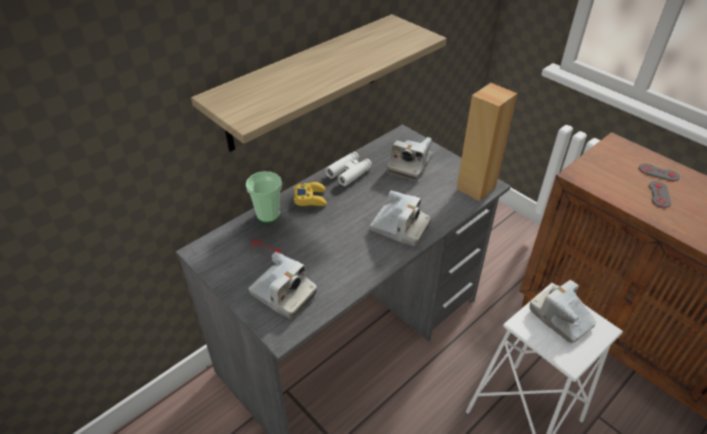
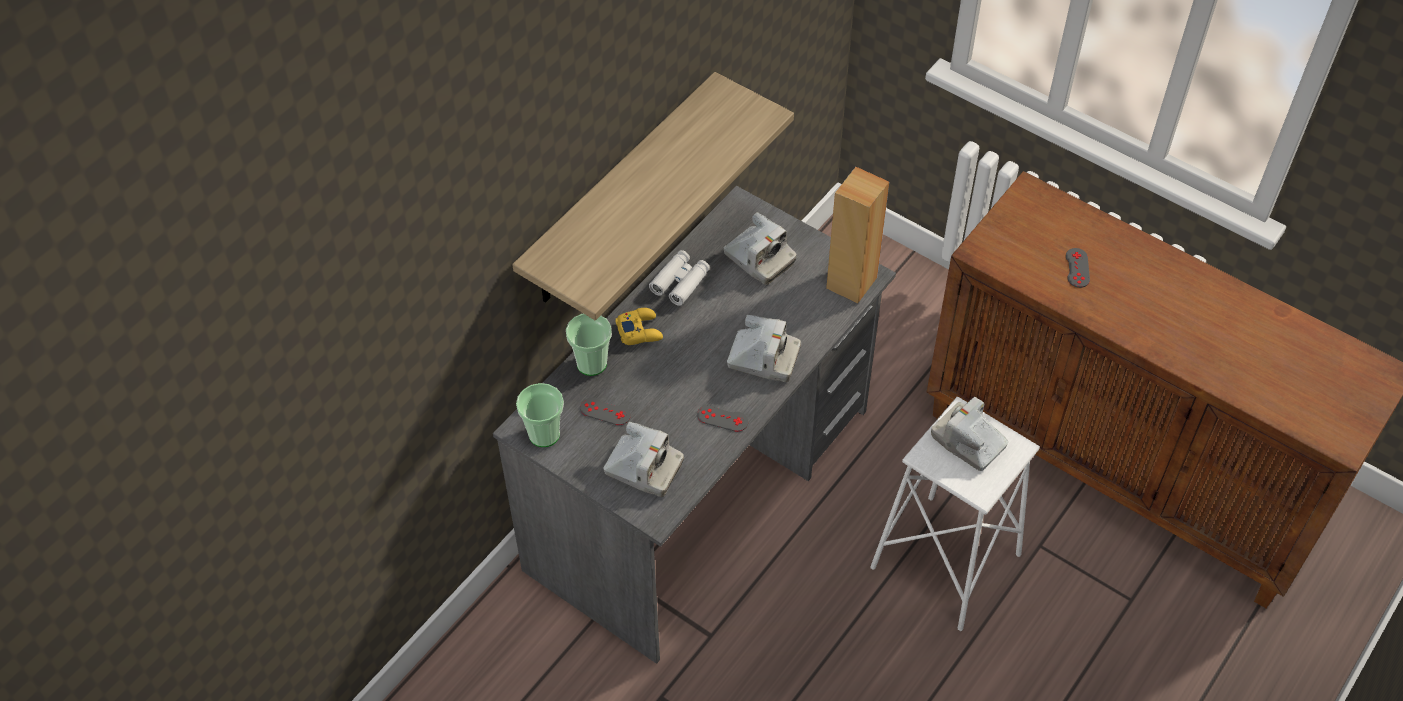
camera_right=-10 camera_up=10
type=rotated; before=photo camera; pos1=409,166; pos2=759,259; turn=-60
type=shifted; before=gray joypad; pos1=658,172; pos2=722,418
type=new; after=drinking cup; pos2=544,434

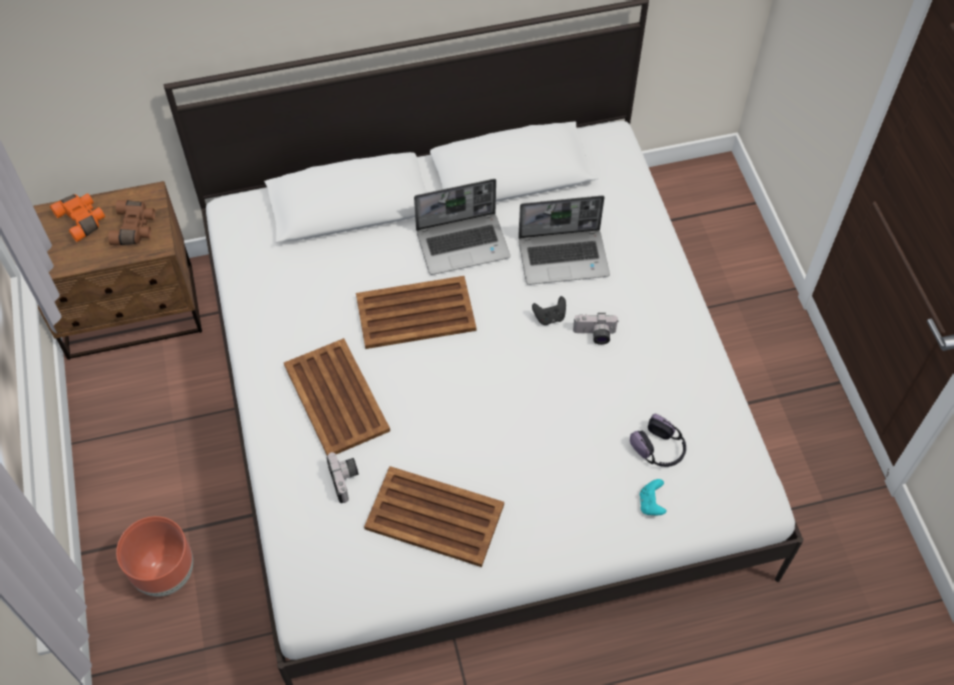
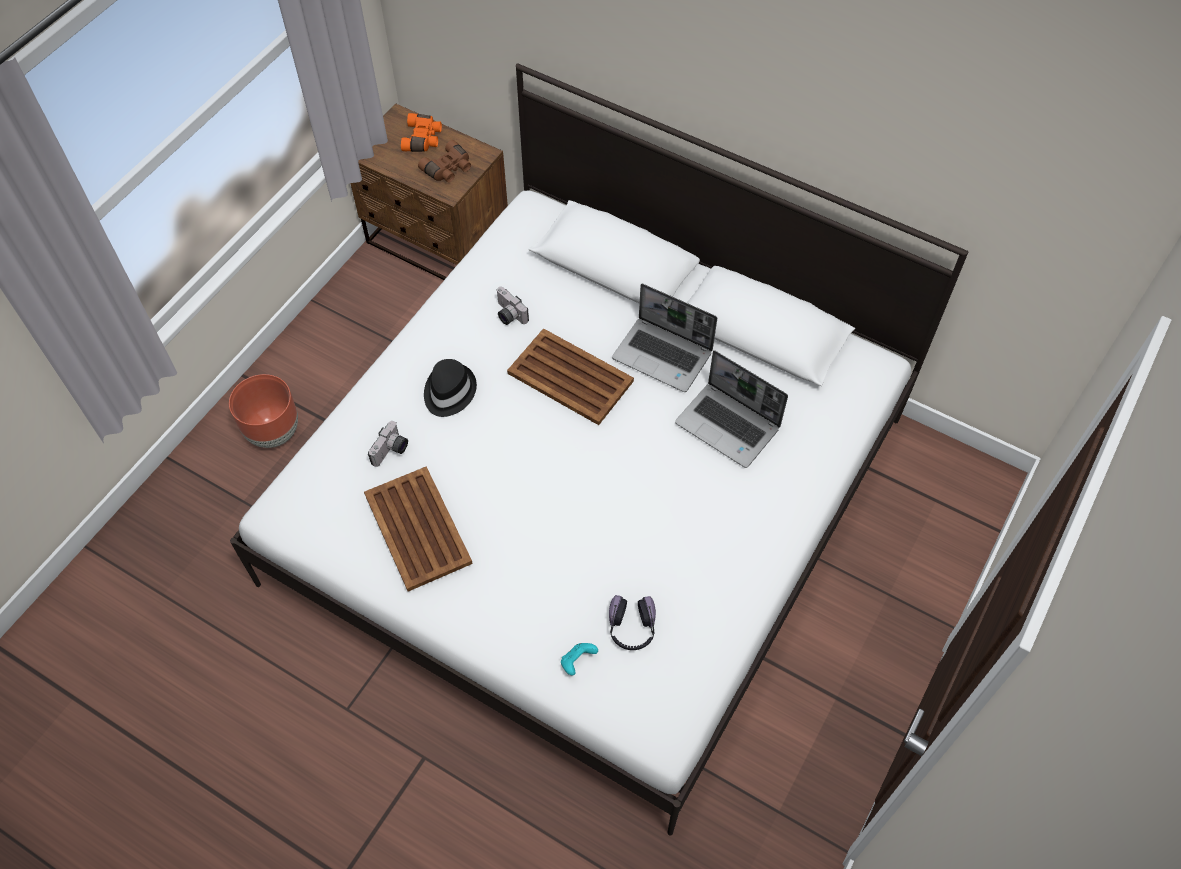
camera_right=45 camera_up=0
type=gone; before=black-coloured joypad; pos1=549,317
type=shifted; before=photo camera; pos1=594,335; pos2=508,315
type=swapped; before=brown-coloured tray; after=black-coloured clothing hat; pos1=336,399; pos2=448,391

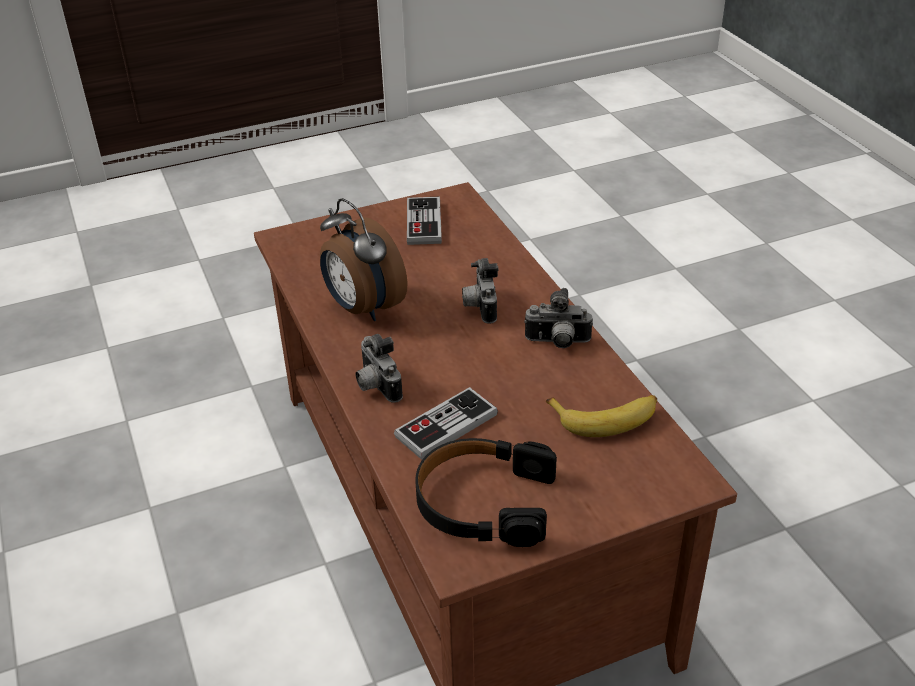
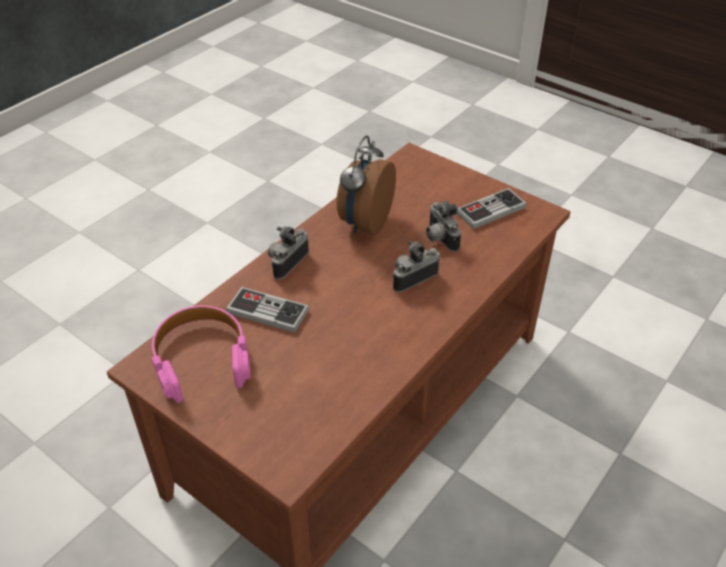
camera_right=60 camera_up=5
type=shifted; before=photo camera; pos1=557,343; pos2=439,239
type=gone; before=banana; pos1=606,418
type=repainted; before=black-coloured headphones; after=pink-coloured headphones; pos1=483,502; pos2=201,359

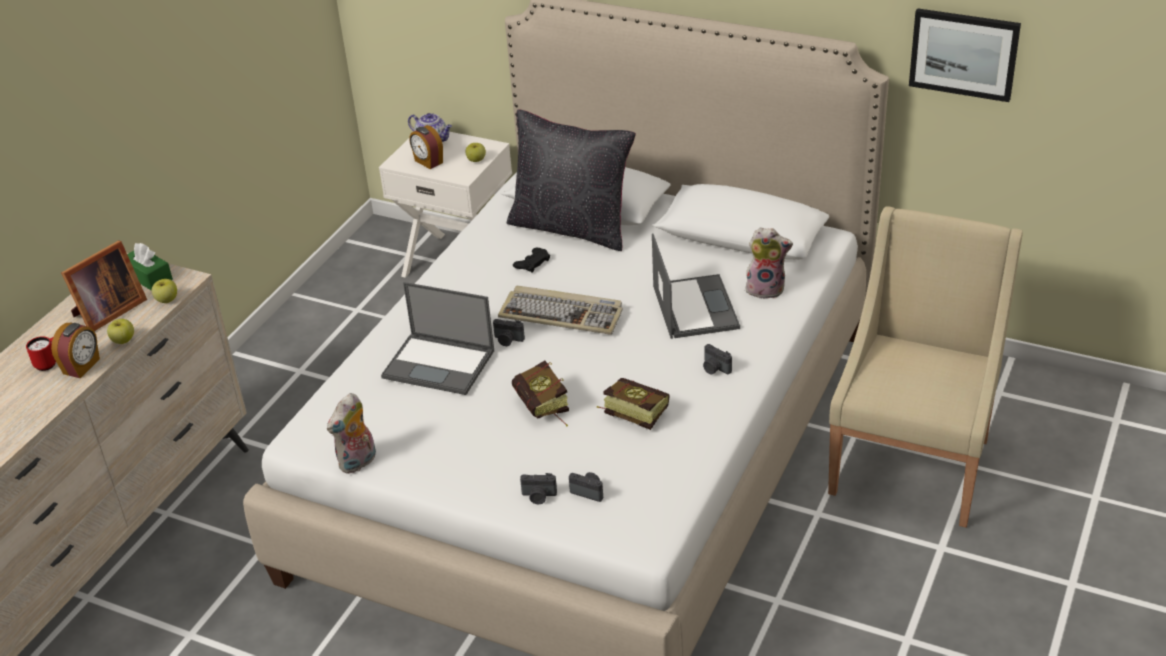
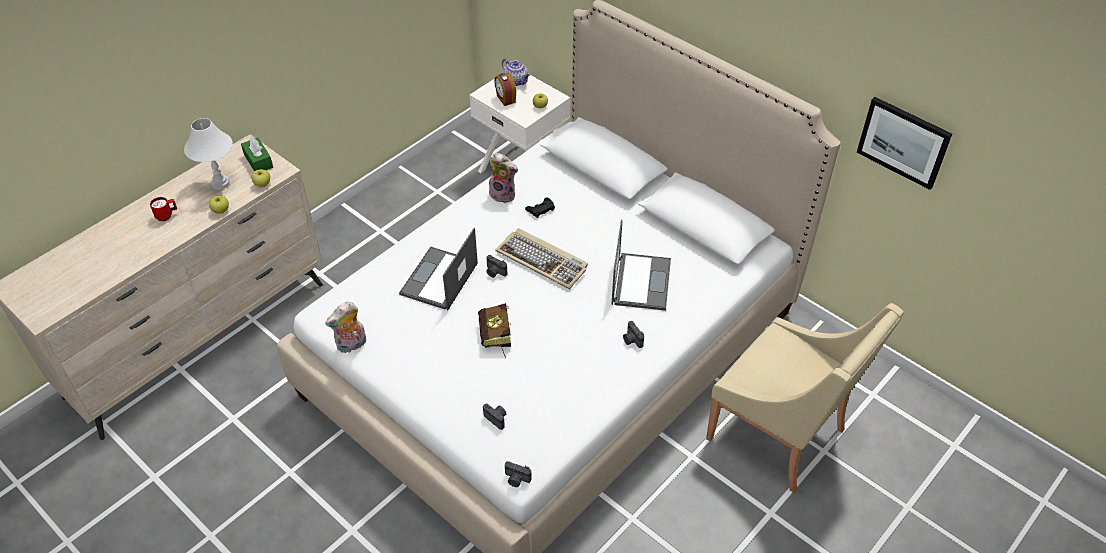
camera_right=15 camera_up=10
type=gone; before=black-coloured throw pillow; pos1=572,227
type=rotated; before=beige-coloured lounge chair; pos1=913,463; pos2=780,435; turn=90
type=shifted; before=plush toy; pos1=766,289; pos2=504,194
type=swapped; before=standing frame; after=white lamp for a table; pos1=107,312; pos2=220,183
type=rotated; before=laptop; pos1=440,364; pos2=439,279; turn=75
type=gone; before=table clock; pos1=82,366
type=gone; before=bound book; pos1=630,412
type=shifted; before=photo camera; pos1=538,496; pos2=516,479

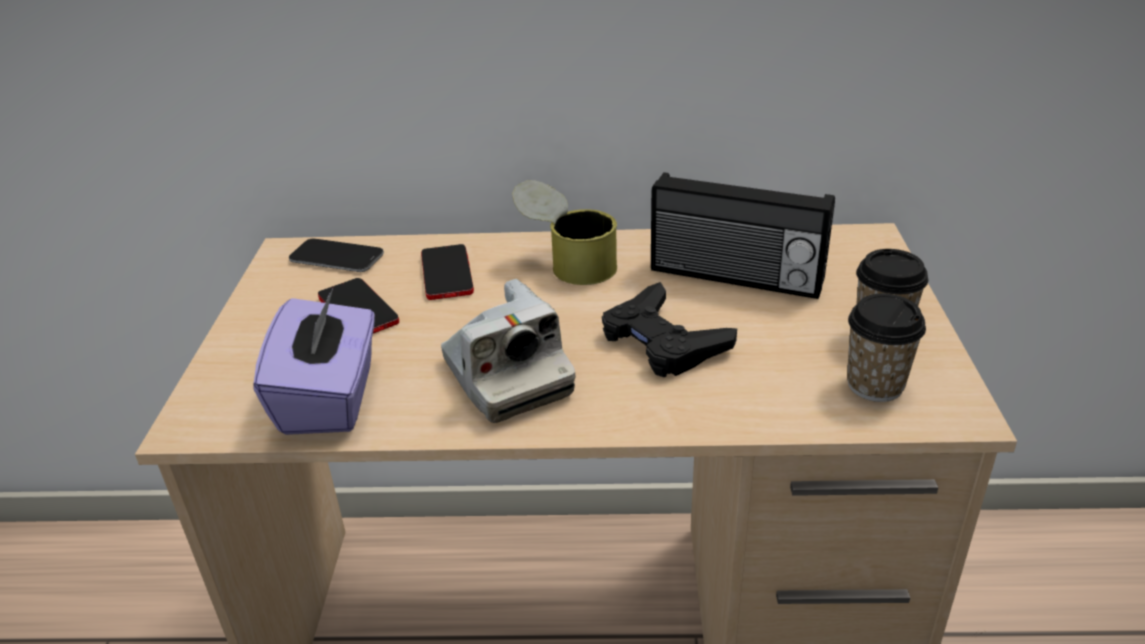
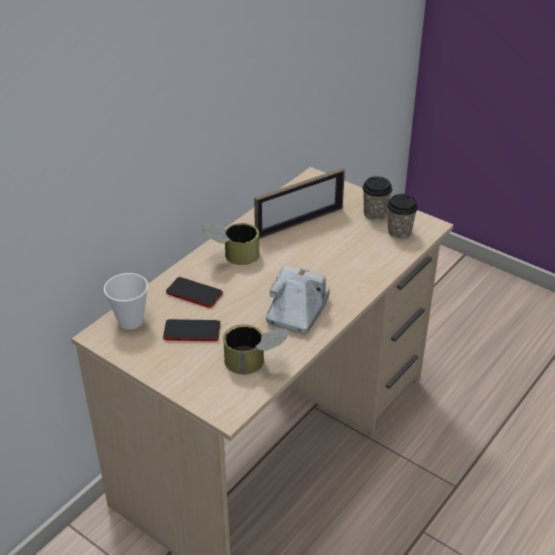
camera_right=-55 camera_up=5
type=swapped; before=radio set; after=standing frame; pos1=735,278; pos2=299,223
type=swapped; before=telephone; after=drinking cup; pos1=337,257; pos2=130,321
type=rotated; before=photo camera; pos1=506,377; pos2=297,311; turn=-75
type=gone; before=black-coloured joypad; pos1=663,341
type=swapped; before=purple-coloured box of tissues; after=sealed can; pos1=330,398; pos2=255,364

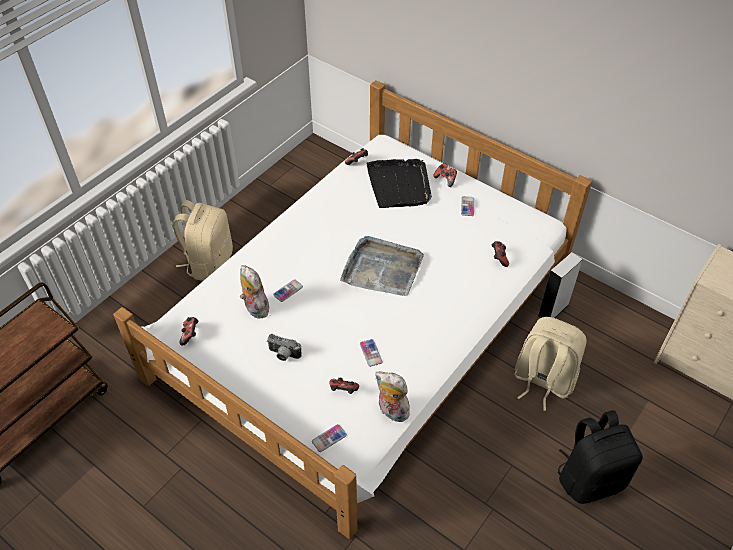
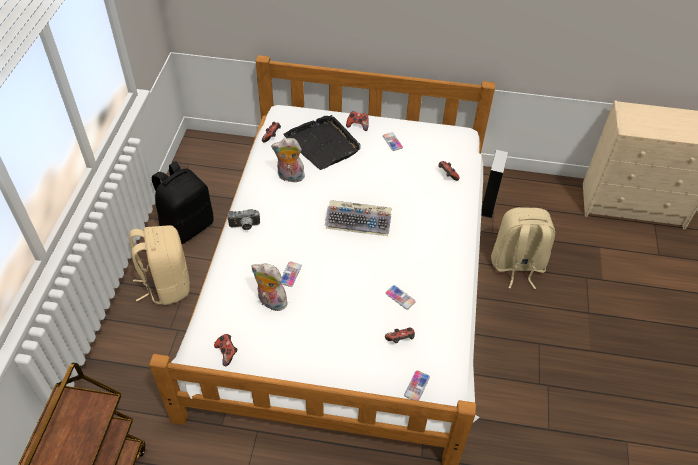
camera_right=-30 camera_up=0
type=swapped; before=gray tray; after=keyboard; pos1=382,269; pos2=359,221
type=shifted; before=photo camera; pos1=283,355; pos2=244,226
type=shifted; before=plush toy; pos1=391,411; pos2=290,177
type=shifted; before=black-coloured backpack; pos1=590,478; pos2=187,226

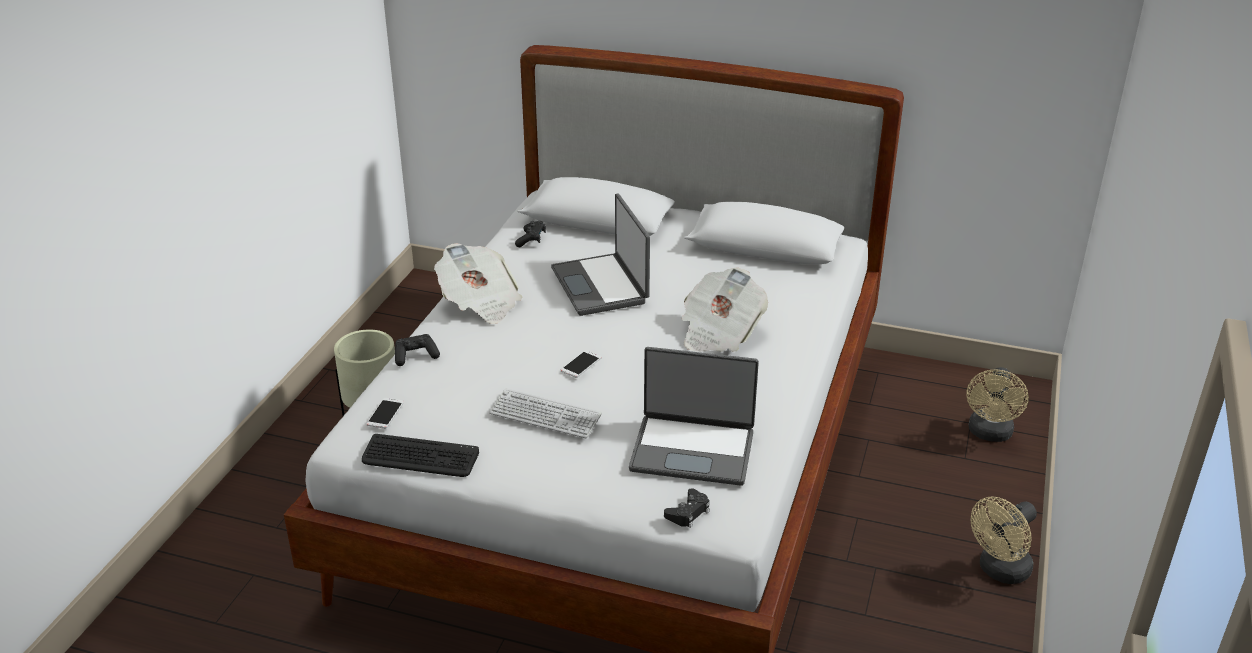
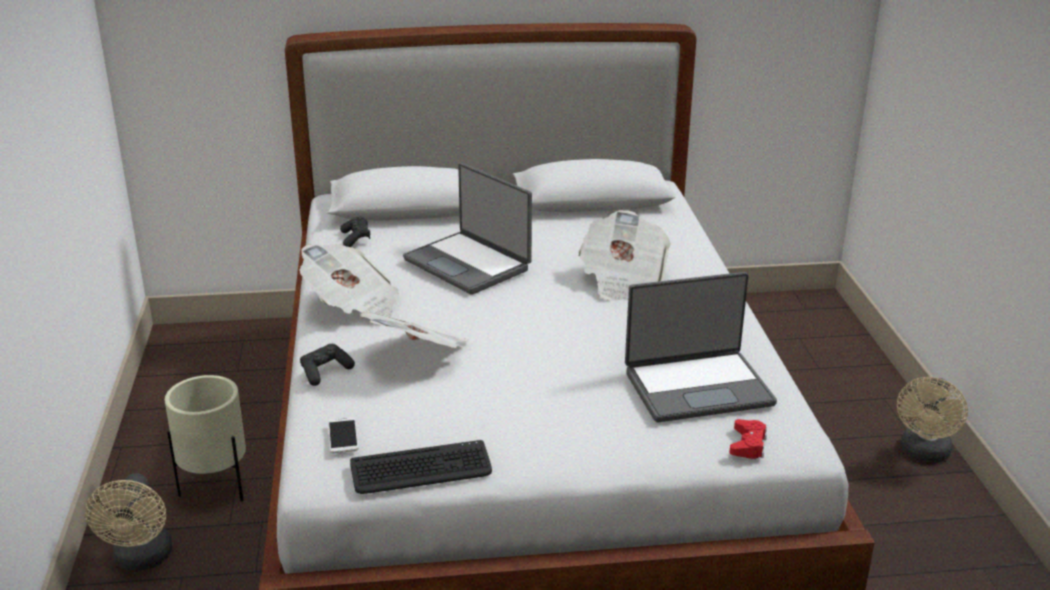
camera_right=-25 camera_up=-5
type=gone; before=telephone; pos1=581,364
type=shifted; before=beige-coloured electric fan; pos1=989,434; pos2=141,560
type=gone; before=keyboard; pos1=545,415
type=repainted; before=black-coloured joypad; after=reddish joypad; pos1=688,513; pos2=748,444
type=new; after=daily paper; pos2=419,355

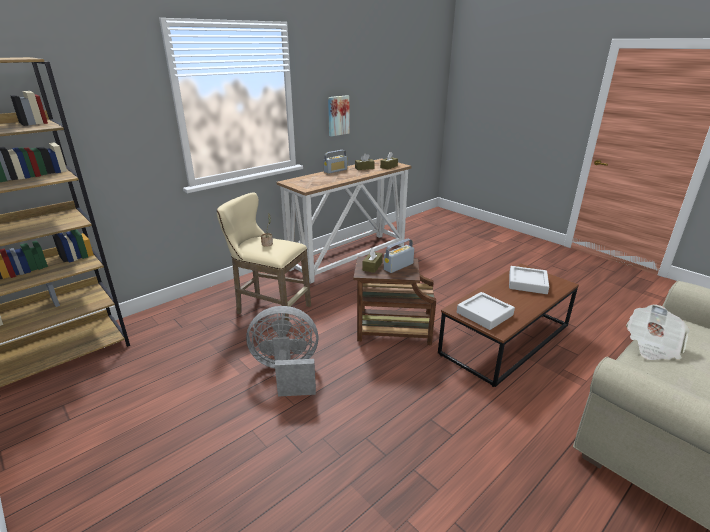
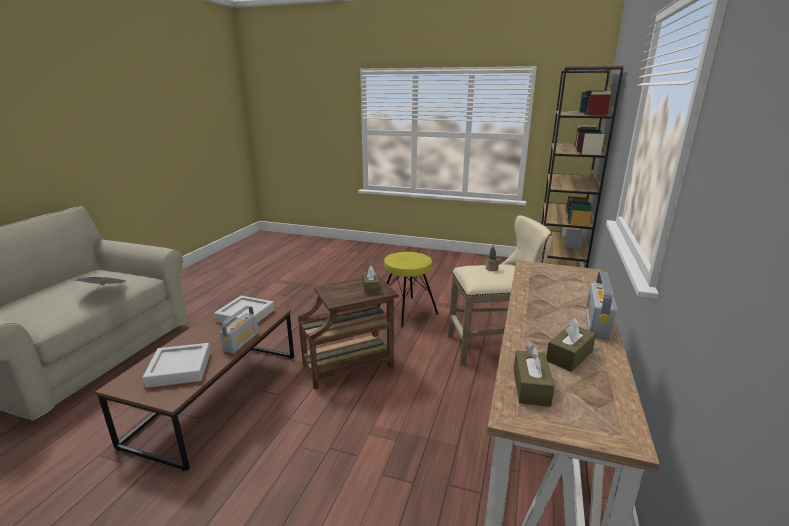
camera_right=150 camera_up=-5
type=gone; before=wall picture; pos1=337,115
type=shifted; before=radio set; pos1=398,266; pos2=241,342
type=swapped; before=gray electric fan; after=yellow stool; pos1=287,372; pos2=407,311

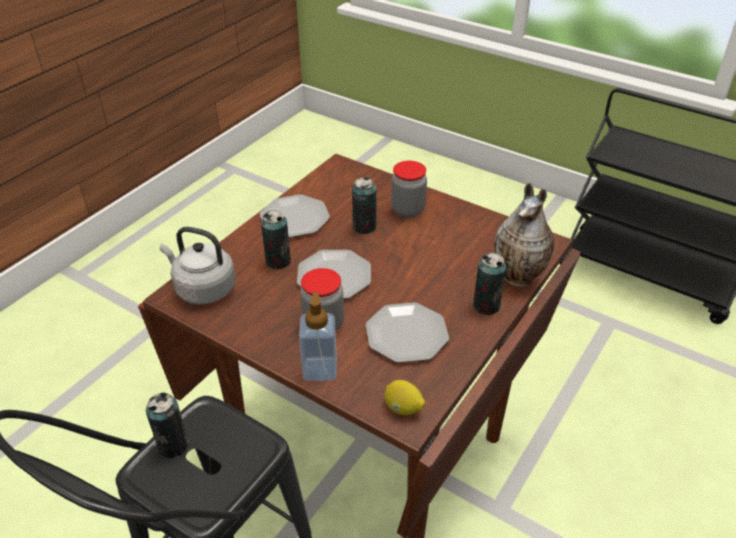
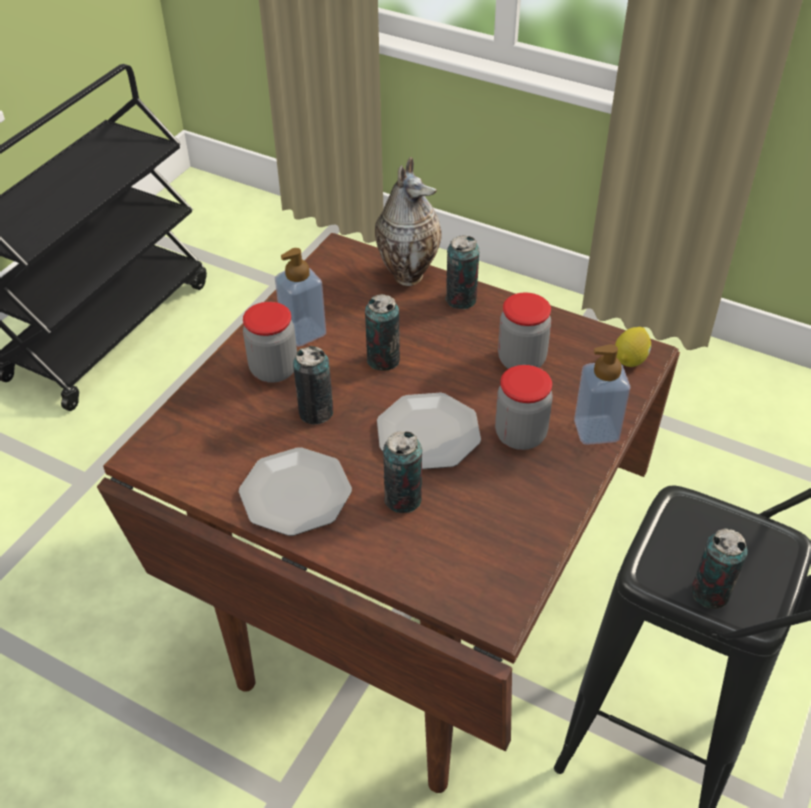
camera_right=-95 camera_up=5
type=gone; before=gray kettle; pos1=203,289
type=swapped; before=plate; after=preserve jar; pos1=407,334; pos2=521,360
type=new; after=liquid soap bottle; pos2=303,332
type=new; after=sealed can; pos2=383,360

